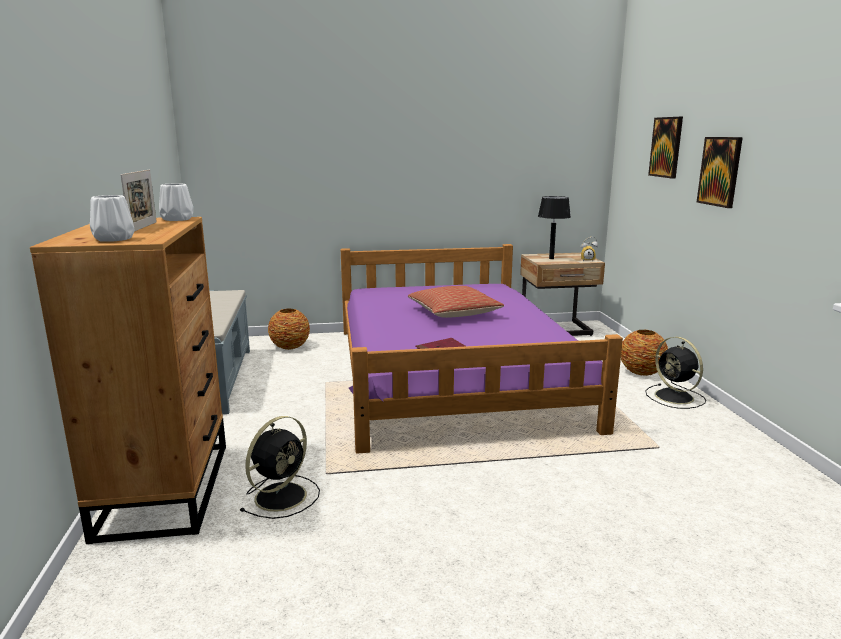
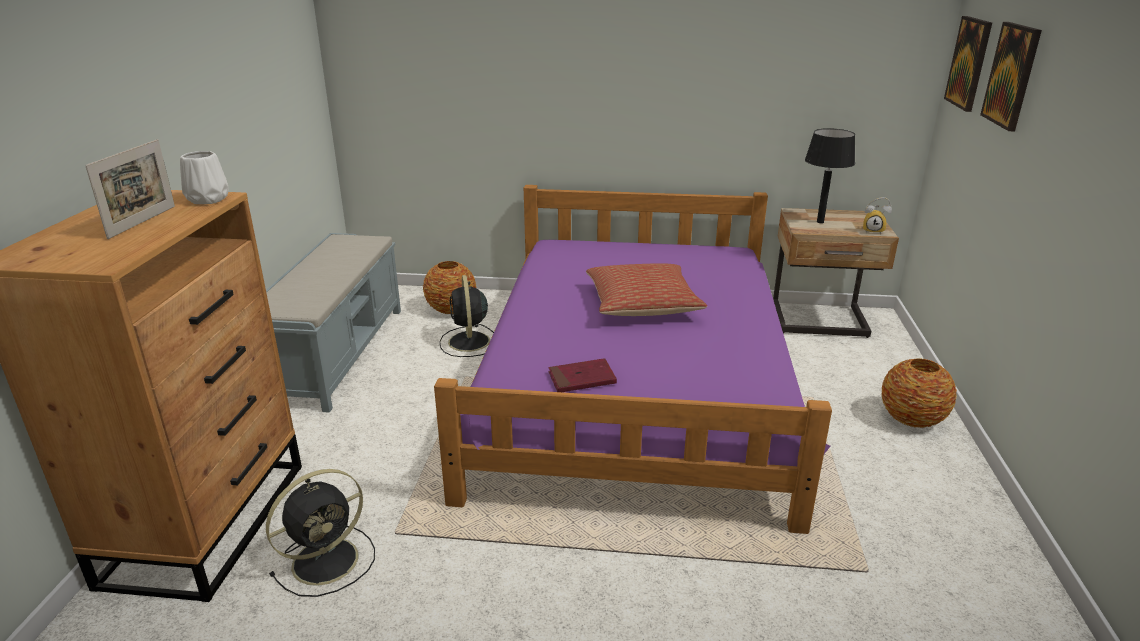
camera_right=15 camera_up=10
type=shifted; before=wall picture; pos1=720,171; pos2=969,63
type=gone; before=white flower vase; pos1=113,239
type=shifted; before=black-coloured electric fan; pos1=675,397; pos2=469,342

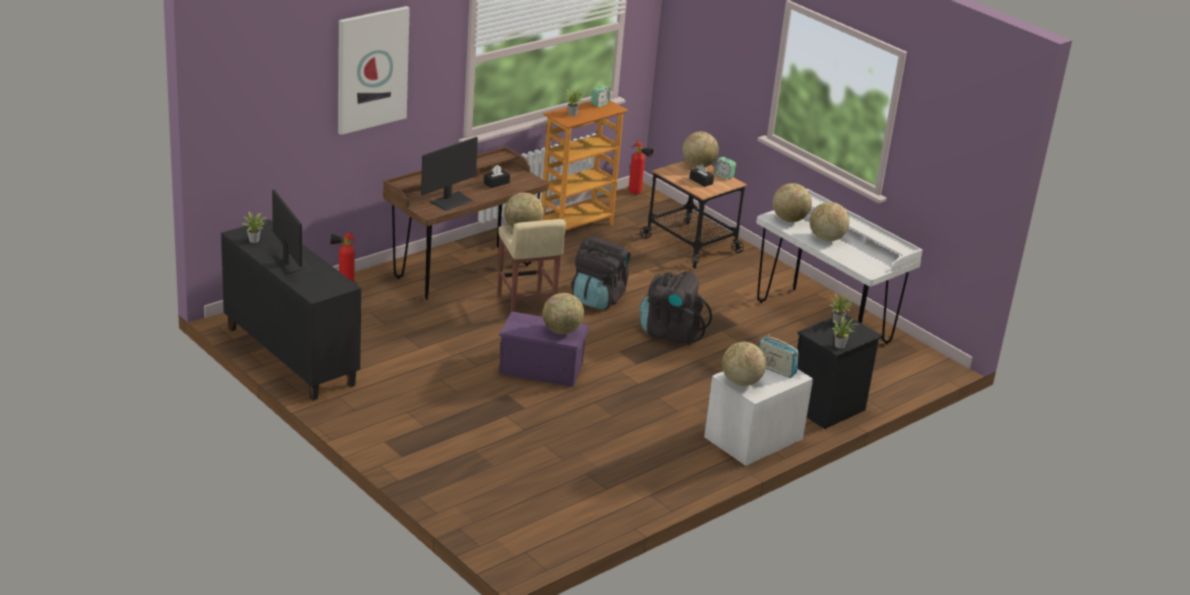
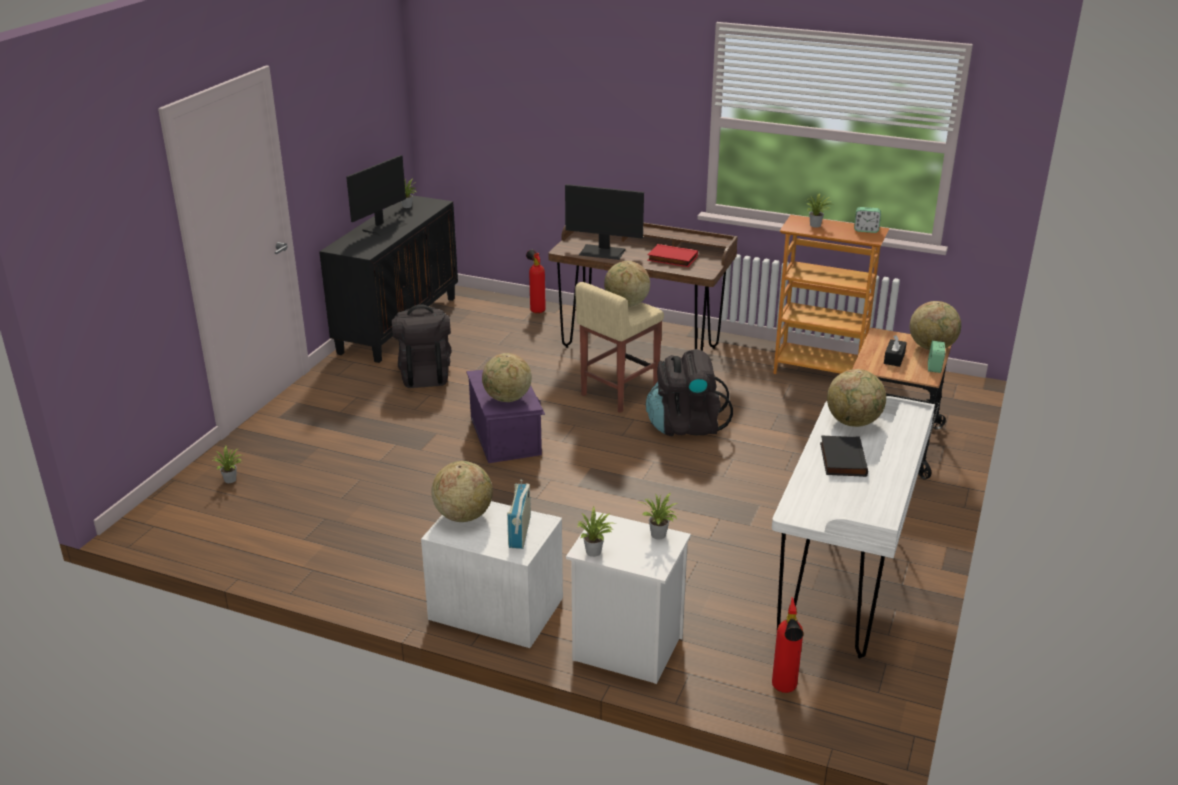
camera_right=65 camera_up=0
type=gone; before=wall picture; pos1=371,69
type=shifted; before=extinguisher; pos1=637,193; pos2=784,691
type=swapped; before=black-coloured box of tissues; after=reddish bound book; pos1=496,183; pos2=671,259
type=swapped; before=world globe; after=black-coloured bound book; pos1=826,238; pos2=841,459
type=shifted; before=black-coloured backpack; pos1=670,333; pos2=425,374
type=repainted; before=black-coloured night table; after=white night table; pos1=827,409; pos2=624,649
type=new; after=potted plant; pos2=231,480

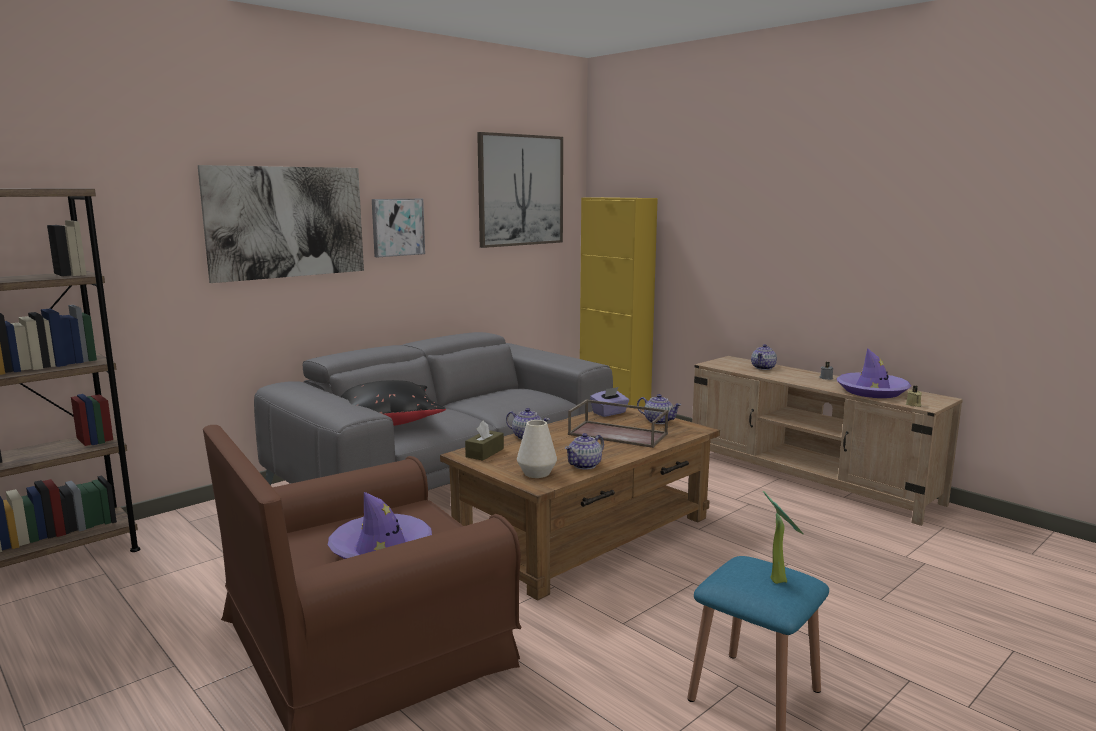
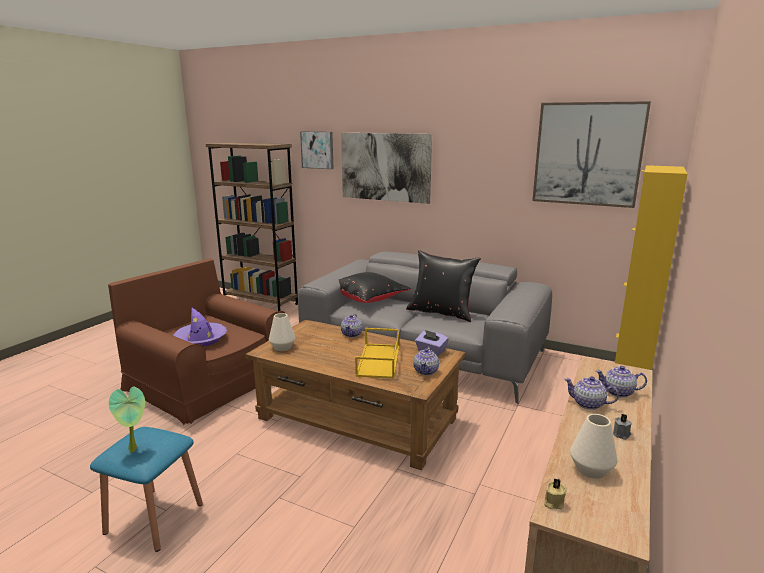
camera_right=70 camera_up=5
type=shifted; before=wall picture; pos1=397,227; pos2=317,150
type=swapped; before=purple-coloured clothing hat; after=white flower vase; pos1=872,391; pos2=591,469
type=repainted; before=brown-coloured tray; after=yellow tray; pos1=619,434; pos2=379,361
type=gone; before=brown-coloured box of tissues; pos1=484,453
type=shifted; before=tea pot; pos1=585,465; pos2=588,404
type=new; after=black-coloured throw pillow; pos2=441,312

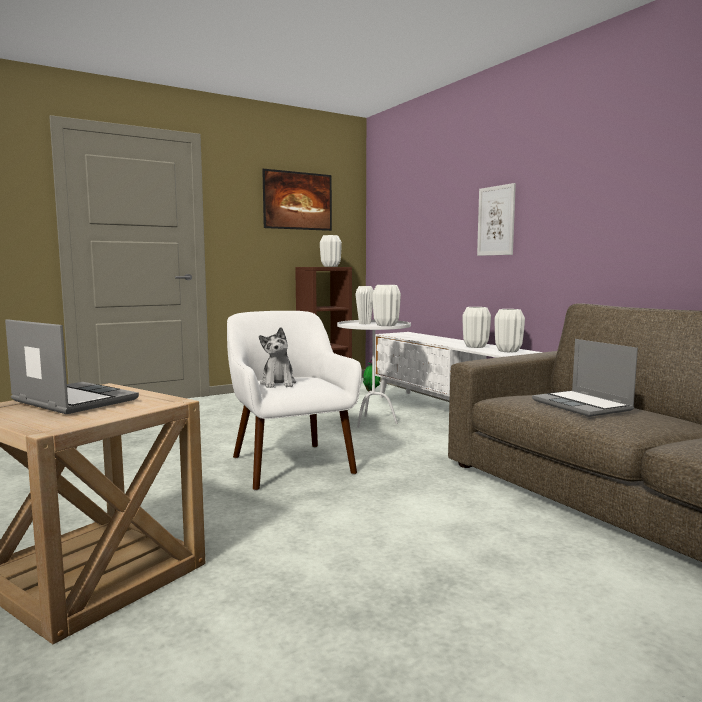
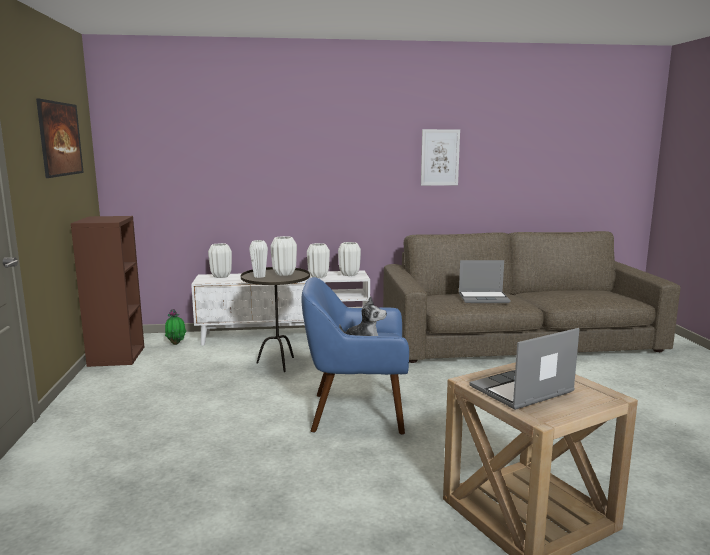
camera_right=-65 camera_up=5
type=shifted; before=wall picture; pos1=496,221; pos2=440,157
type=shifted; before=white flower vase; pos1=331,266; pos2=221,276
type=repainted; before=white lounge chair; after=blue lounge chair; pos1=290,465; pos2=355,412
type=repainted; before=white side table; after=brown-coloured side table; pos1=373,422; pos2=278,364

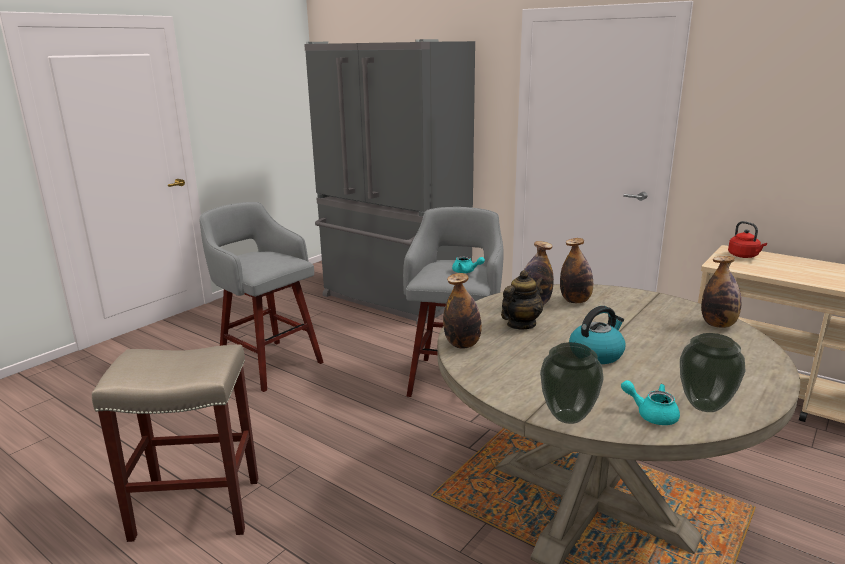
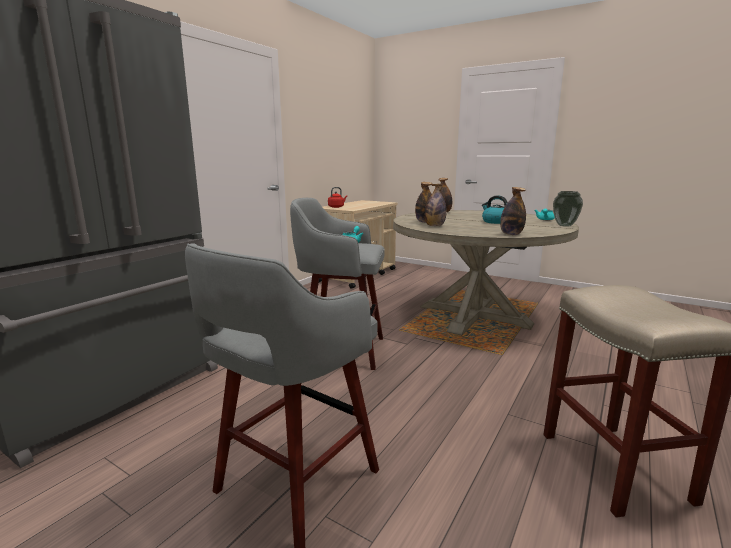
camera_right=-95 camera_up=-5
type=gone; before=tea pot; pos1=521,324
type=gone; before=flower vase; pos1=703,406

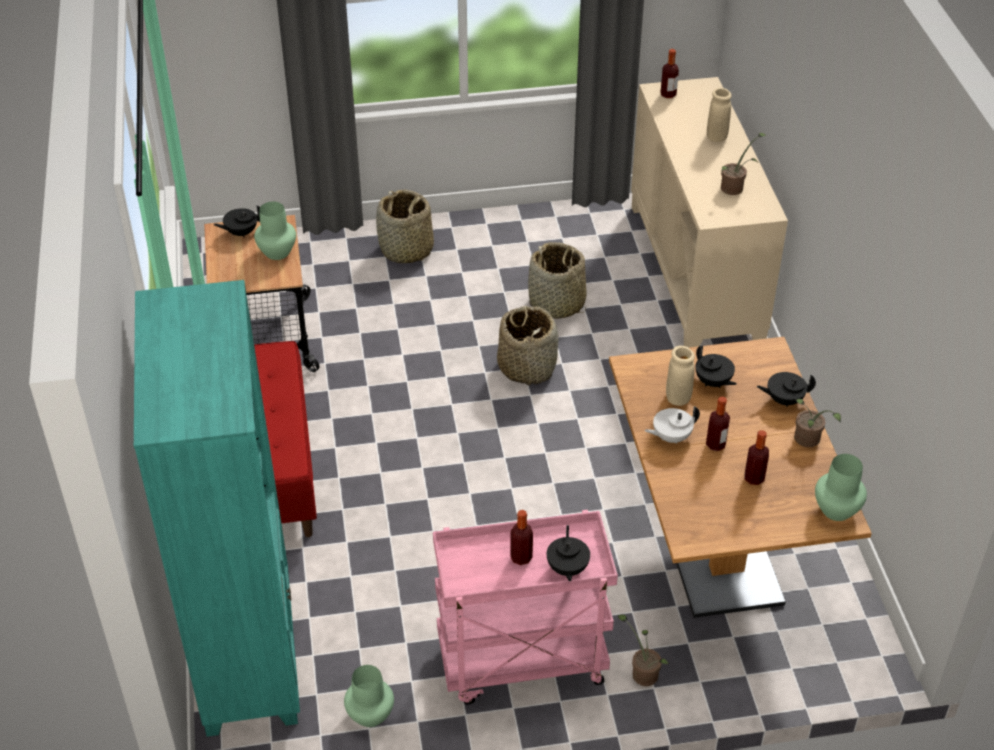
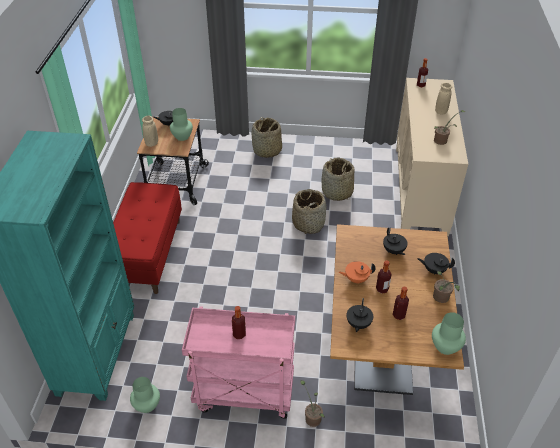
camera_right=15 camera_up=0
type=shifted; before=beige-coloured flower vase; pos1=678,398; pos2=152,143
type=repainted; before=white tea pot; after=orange-coloured tea pot; pos1=671,437; pos2=356,279
type=shifted; before=black-coloured tea pot; pos1=567,569; pos2=358,324

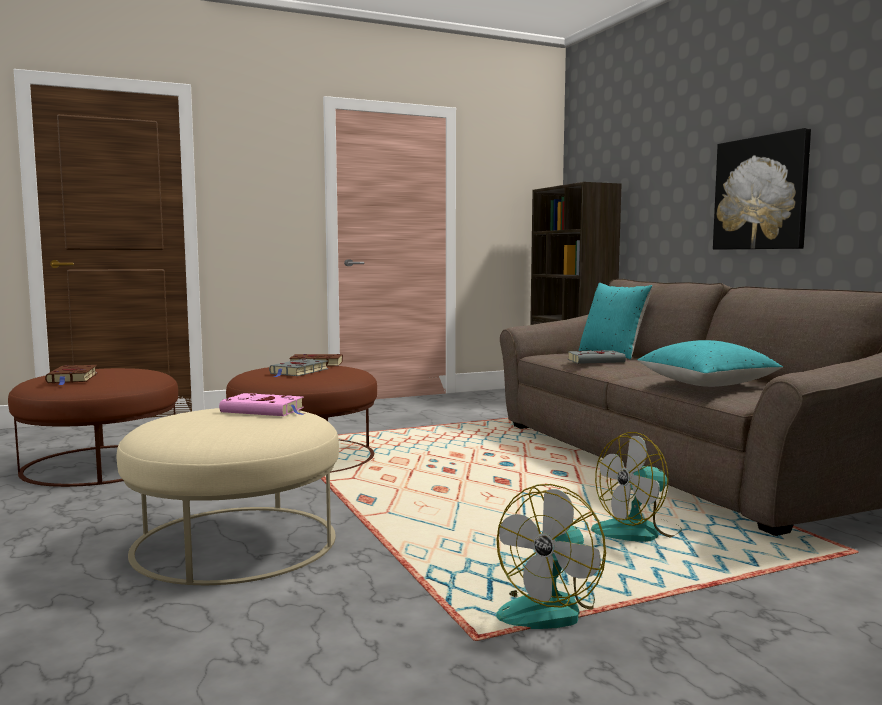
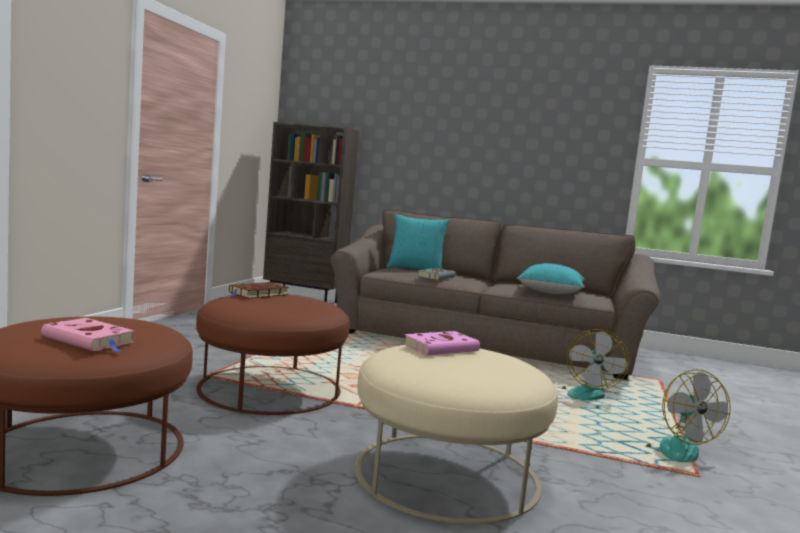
camera_right=-50 camera_up=0
type=gone; before=wall picture; pos1=761,193
type=gone; before=gray bound book; pos1=298,372
type=repainted; before=brown-coloured bound book; after=pink-coloured bound book; pos1=73,378; pos2=90,340

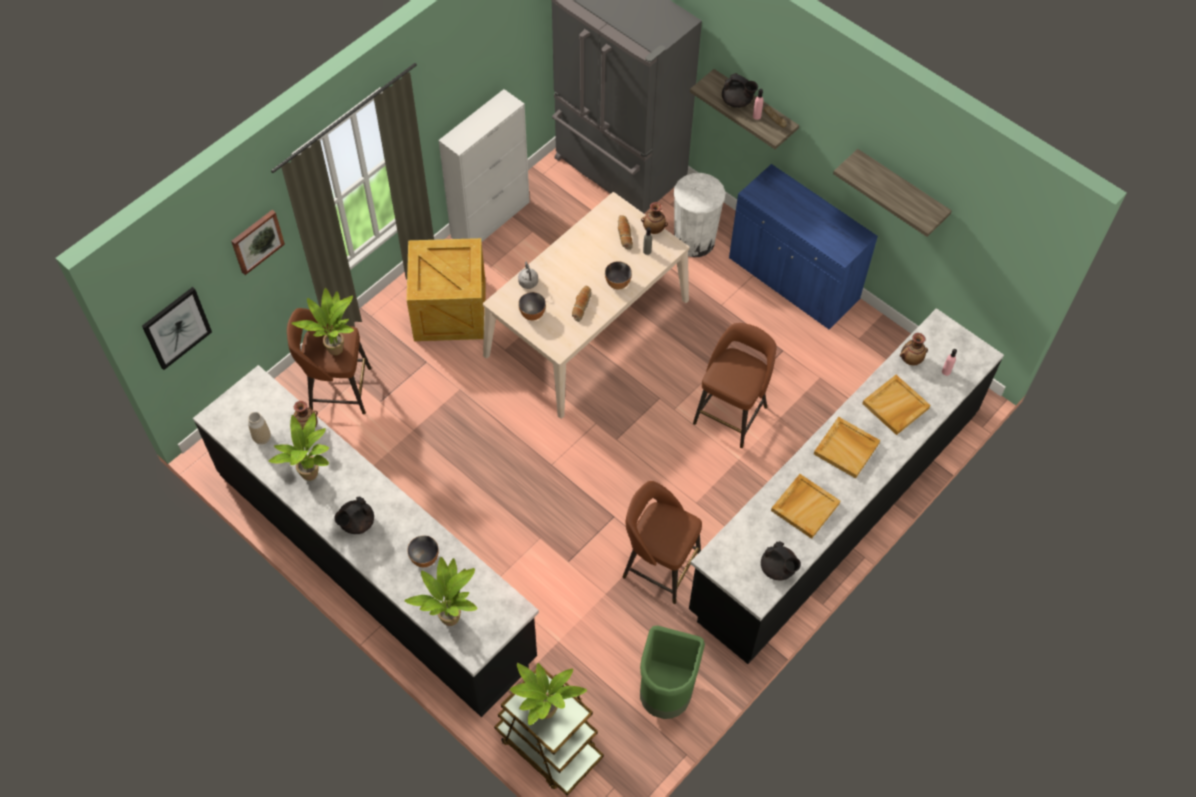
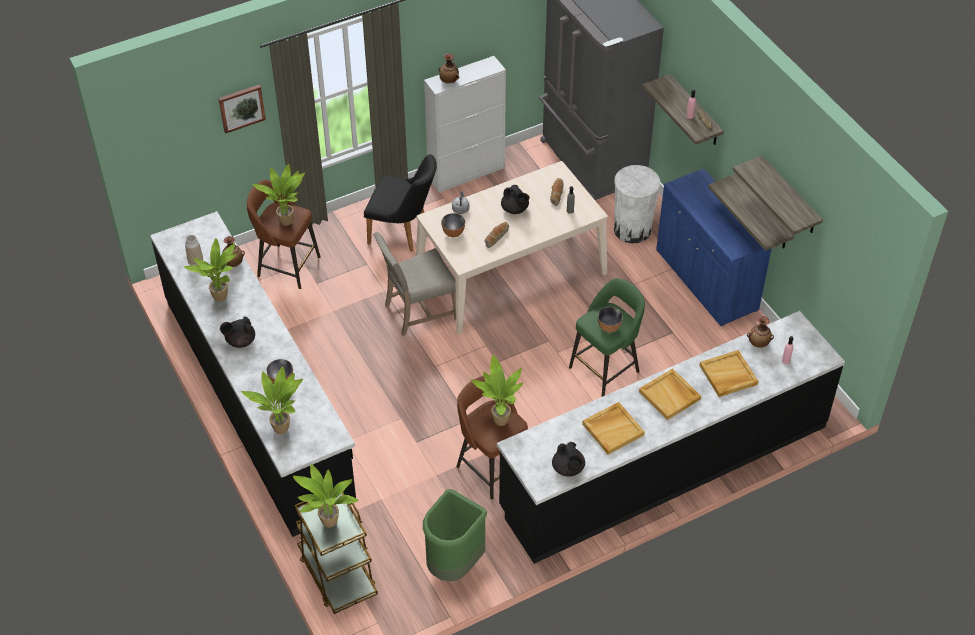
camera_right=20 camera_up=-10
type=shifted; before=black-coloured tea pot; pos1=737,101; pos2=515,209
type=shifted; before=flower vase; pos1=654,229; pos2=449,81
type=swapped; before=shipping crate; after=black-coloured plain chair; pos1=451,311; pos2=403,232
type=shifted; before=serving bowl; pos1=617,283; pos2=609,327
type=gone; before=wall picture; pos1=176,327
type=repainted; before=brown-coloured stool; after=green stool; pos1=731,413; pos2=606,368
type=new; after=shelf; pos2=763,213
type=new; after=beige-coloured plain chair; pos2=418,311
type=new; after=potted plant; pos2=498,421

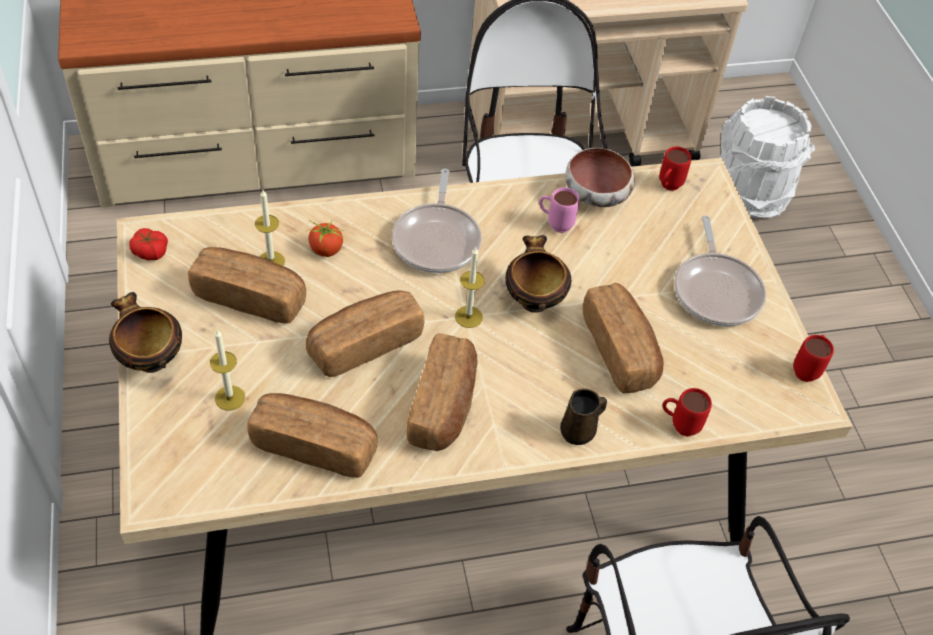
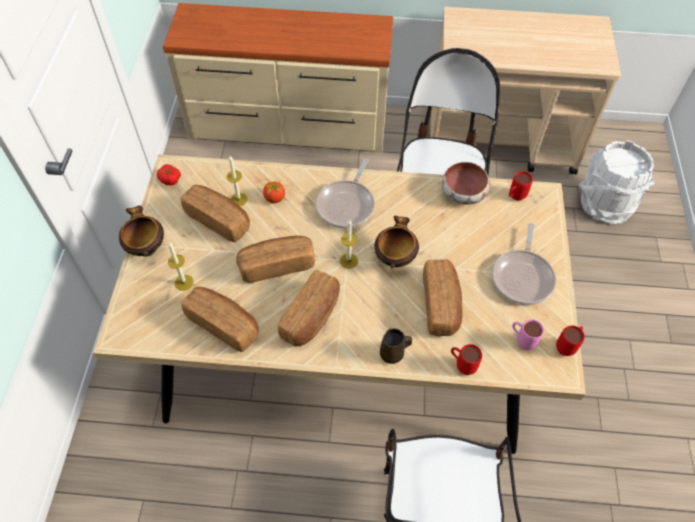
camera_right=20 camera_up=5
type=shifted; before=pink-coloured coffee mug; pos1=555,224; pos2=521,341

